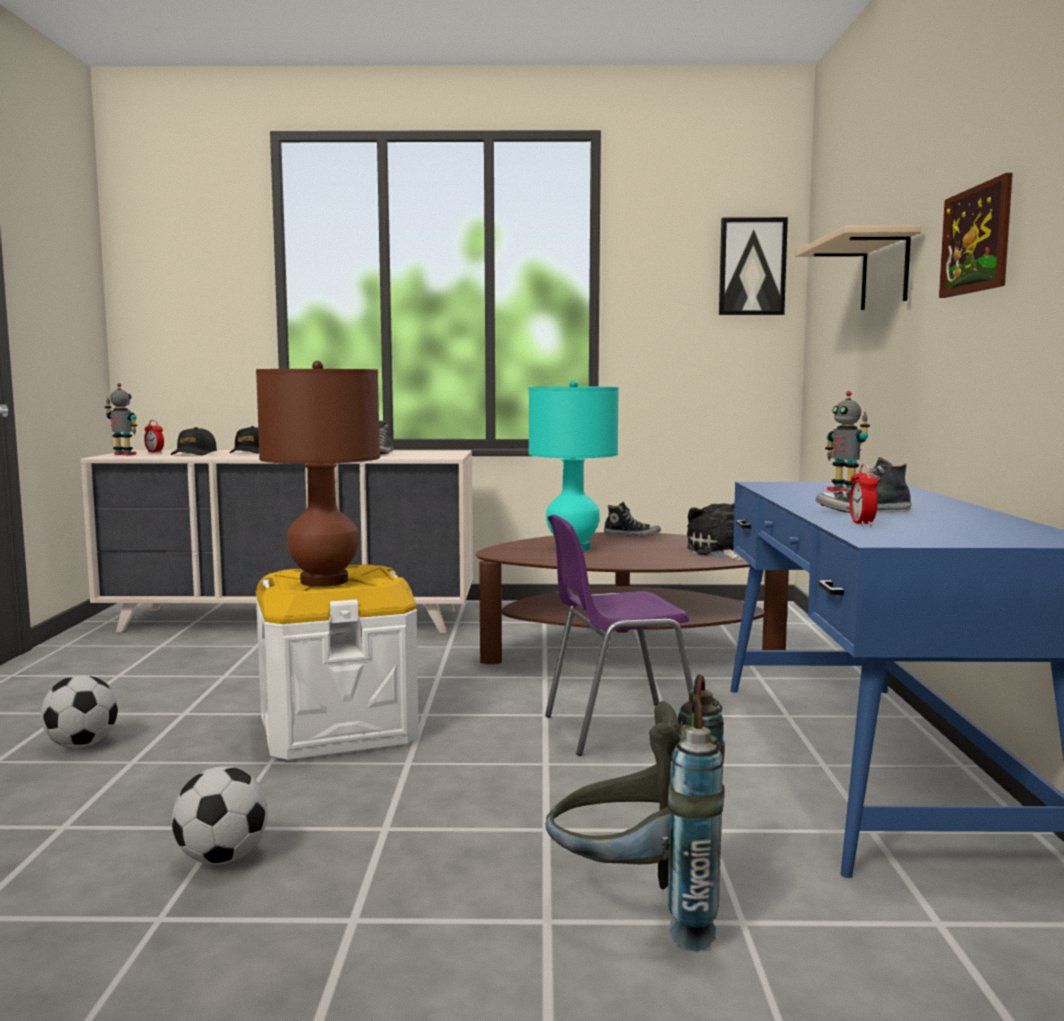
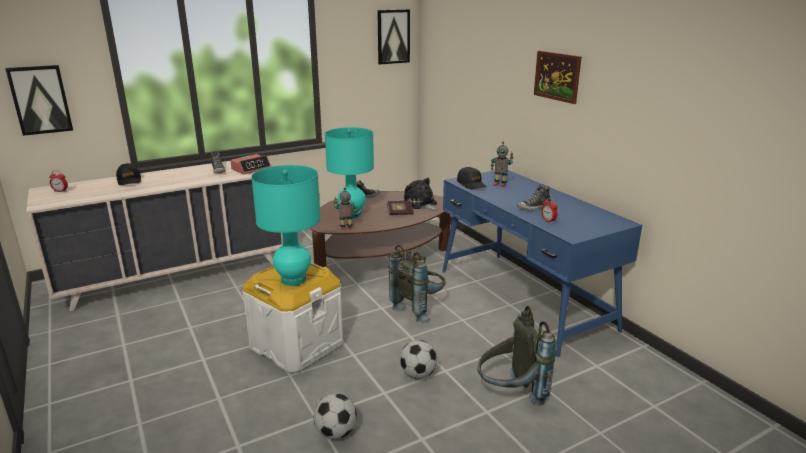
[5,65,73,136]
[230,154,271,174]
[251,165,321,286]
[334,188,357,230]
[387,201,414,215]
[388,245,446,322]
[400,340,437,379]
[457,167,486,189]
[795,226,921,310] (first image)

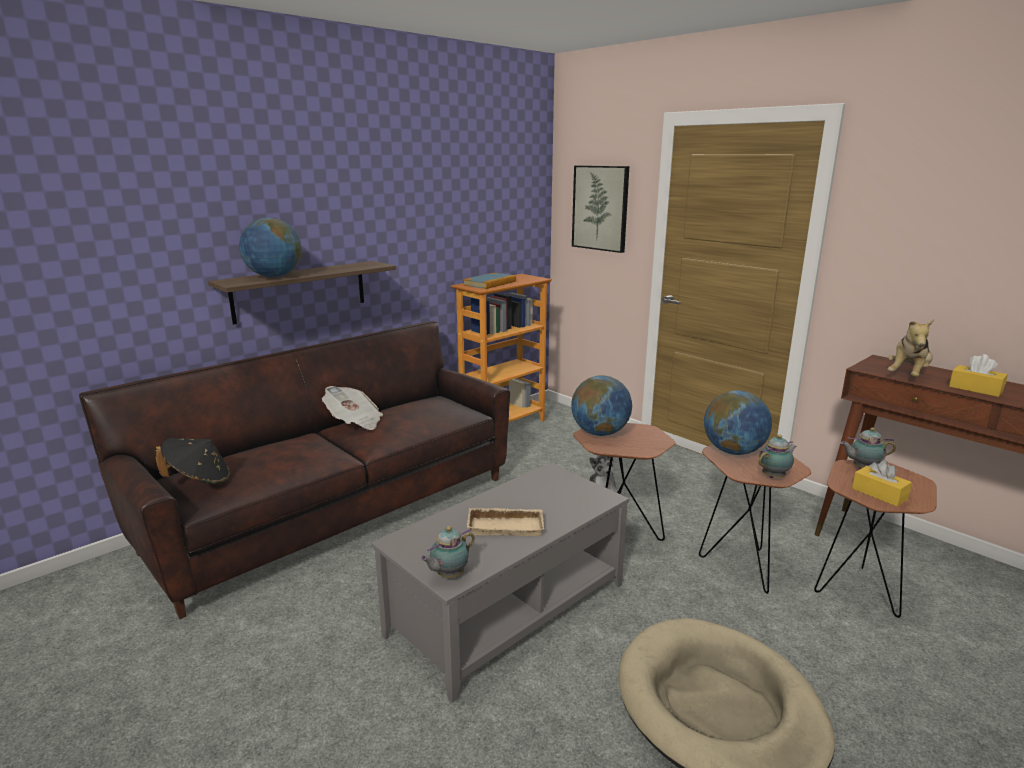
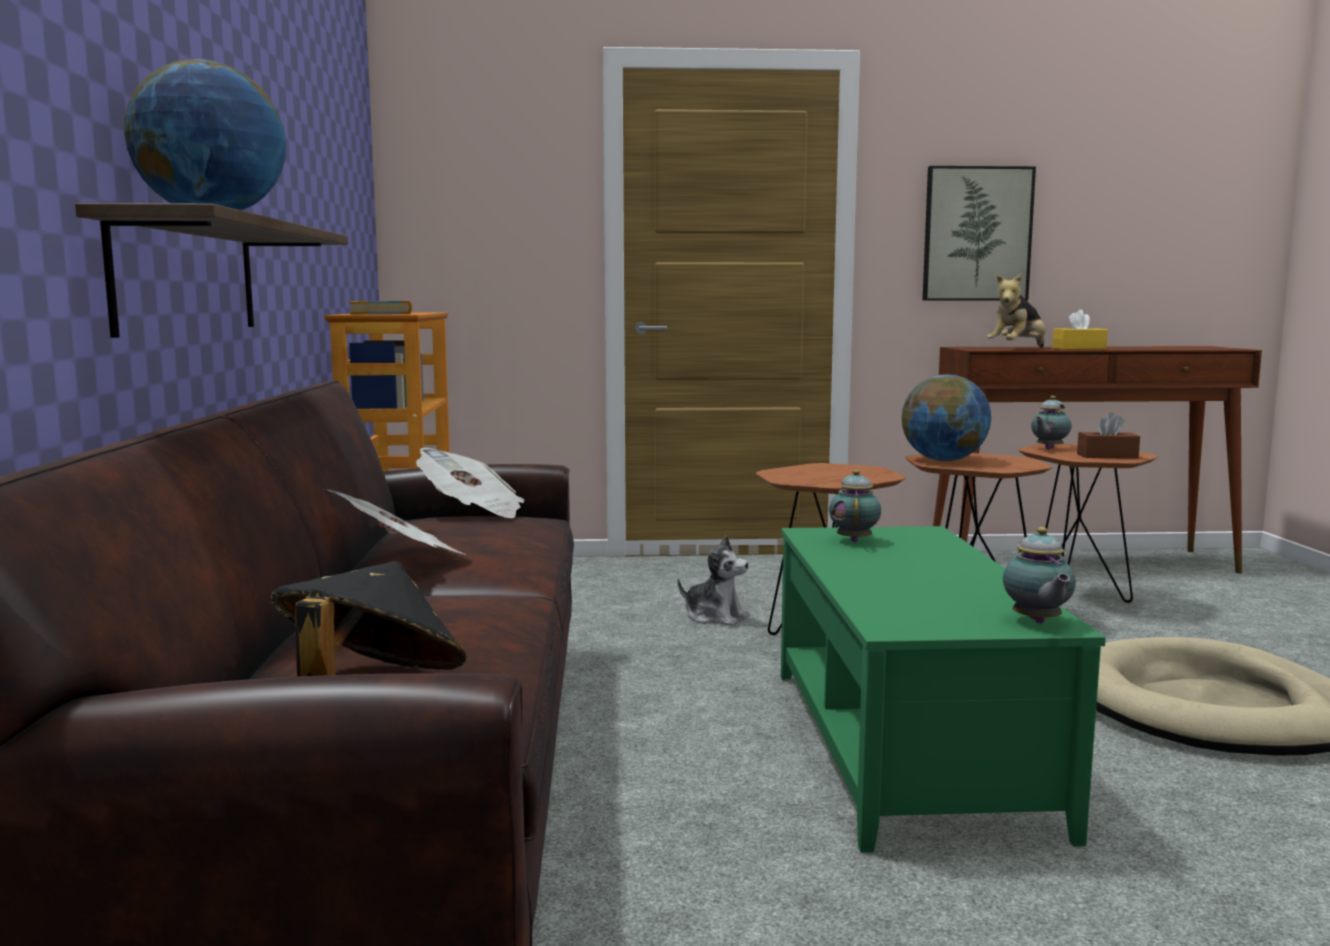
[416,448,524,518]
[781,526,1106,853]
[829,470,881,542]
[922,166,1036,301]
[986,273,1046,348]
[1077,413,1140,459]
[467,508,544,536] (first image)
[571,375,632,436] (first image)

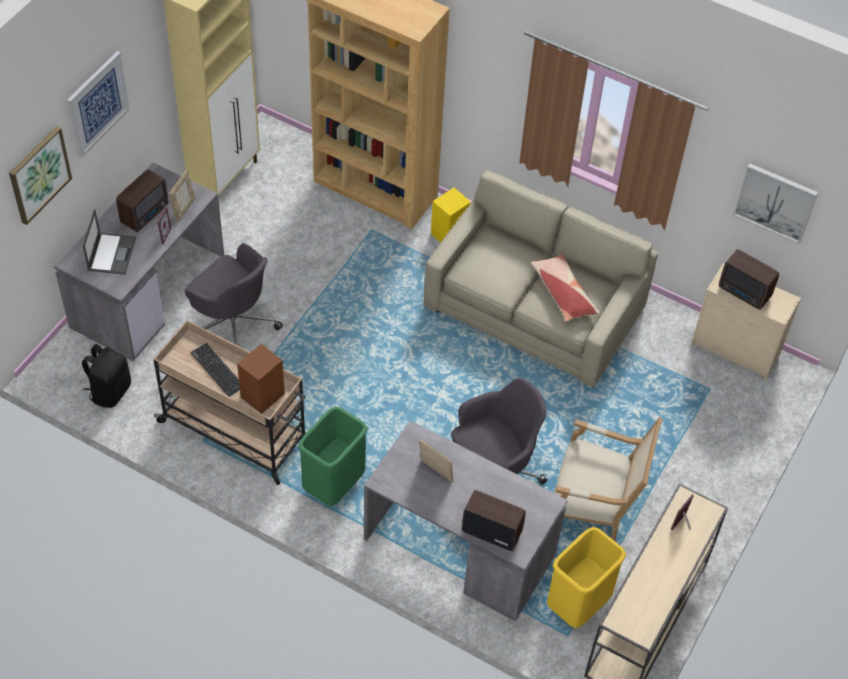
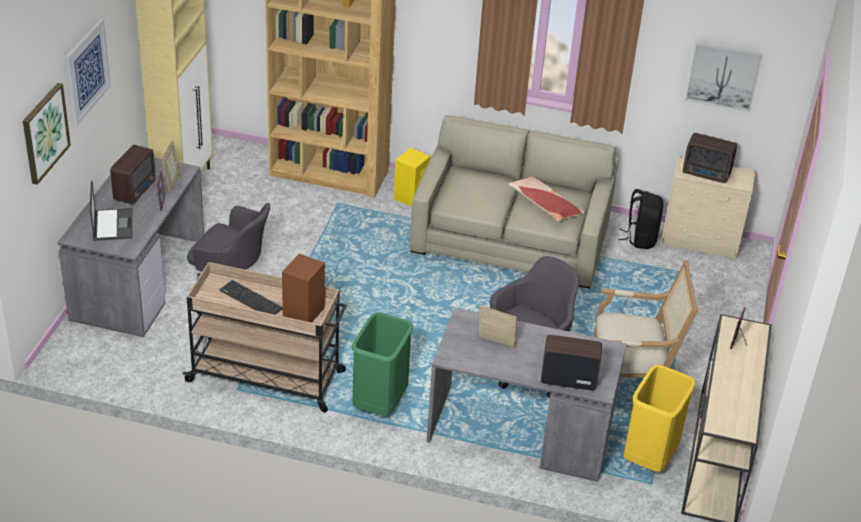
[618,189,663,249]

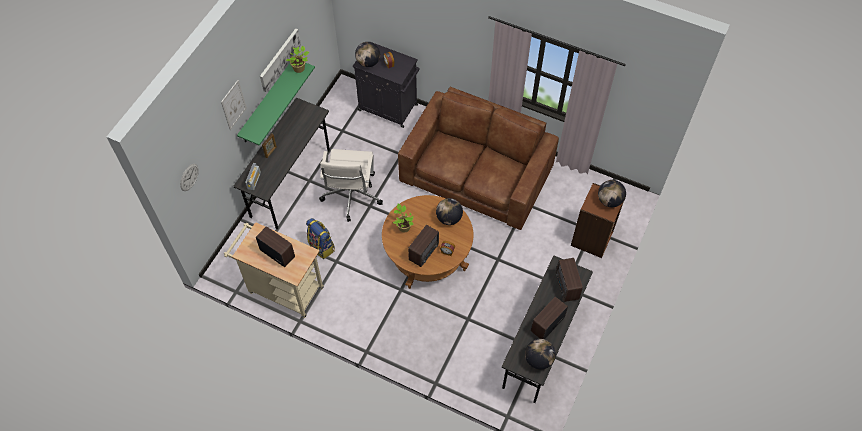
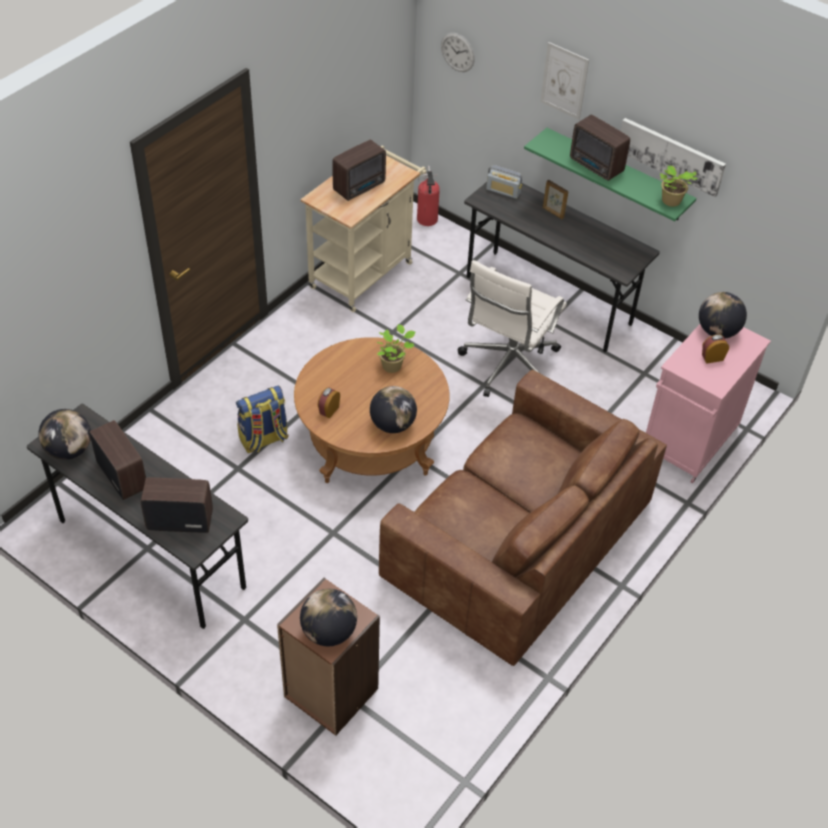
[236,386,289,453]
[417,166,440,226]
[458,260,567,397]
[570,115,630,181]
[646,324,771,484]

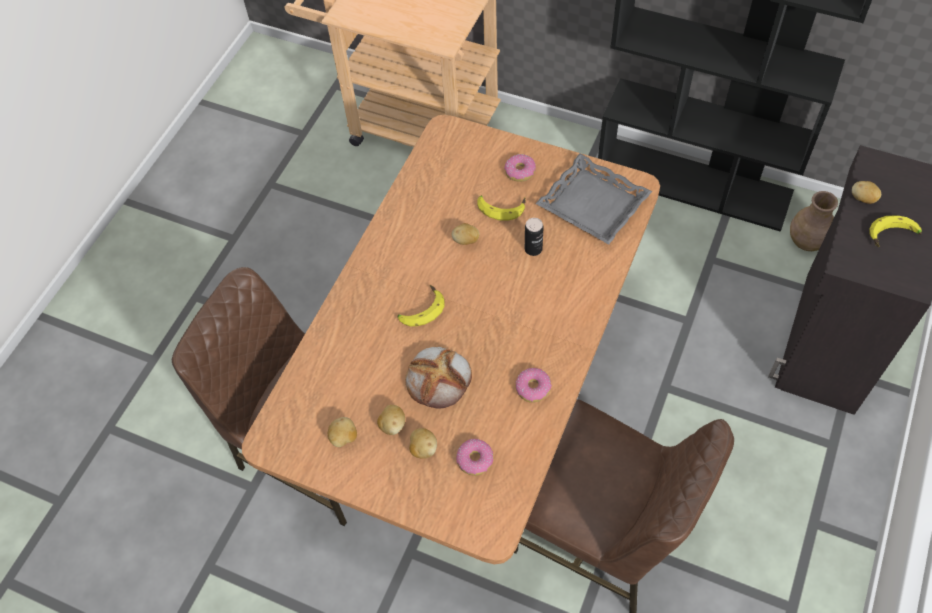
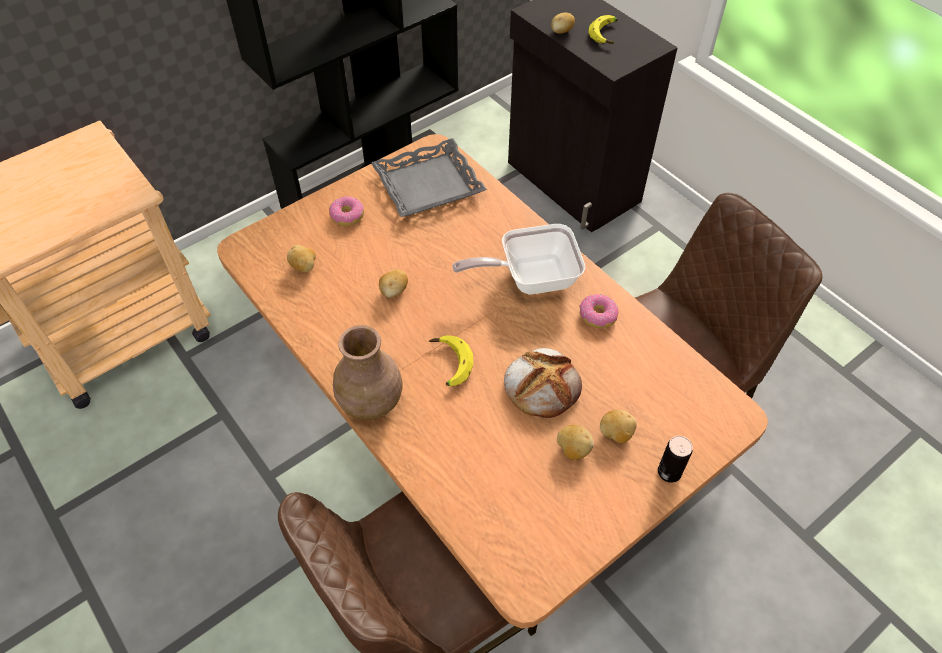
[287,245,316,273]
[333,325,403,420]
[452,224,585,294]
[658,436,693,483]
[456,439,493,476] (first image)
[477,195,526,221] (first image)

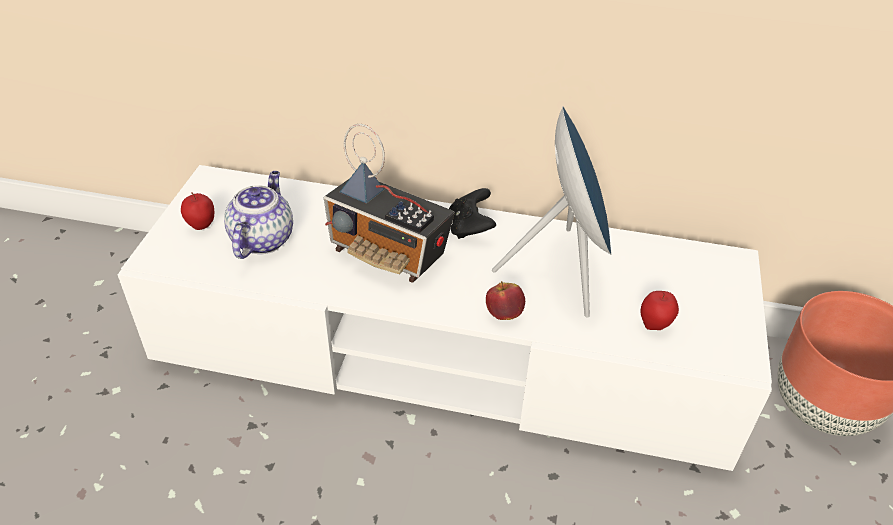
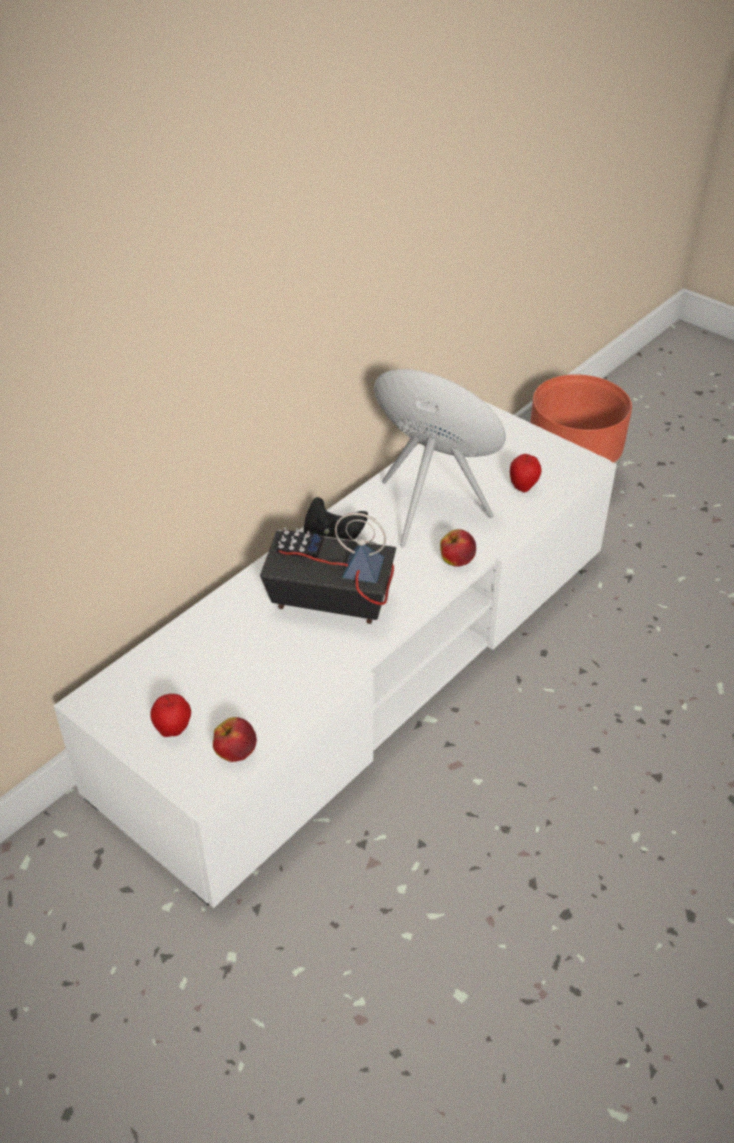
[213,717,257,762]
[260,513,396,624]
[224,171,293,259] (first image)

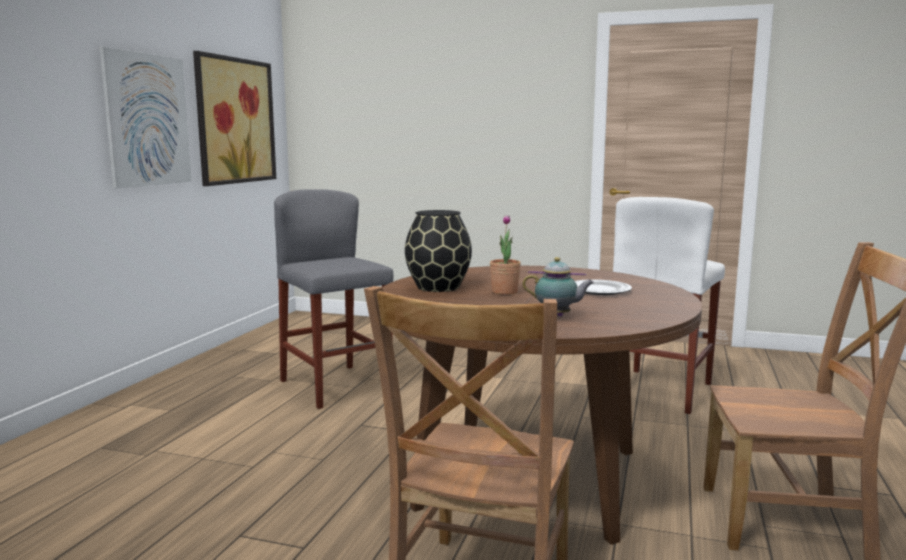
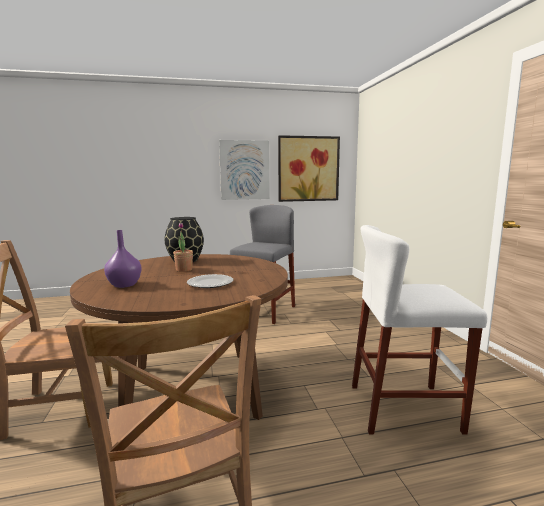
[104,230,142,288]

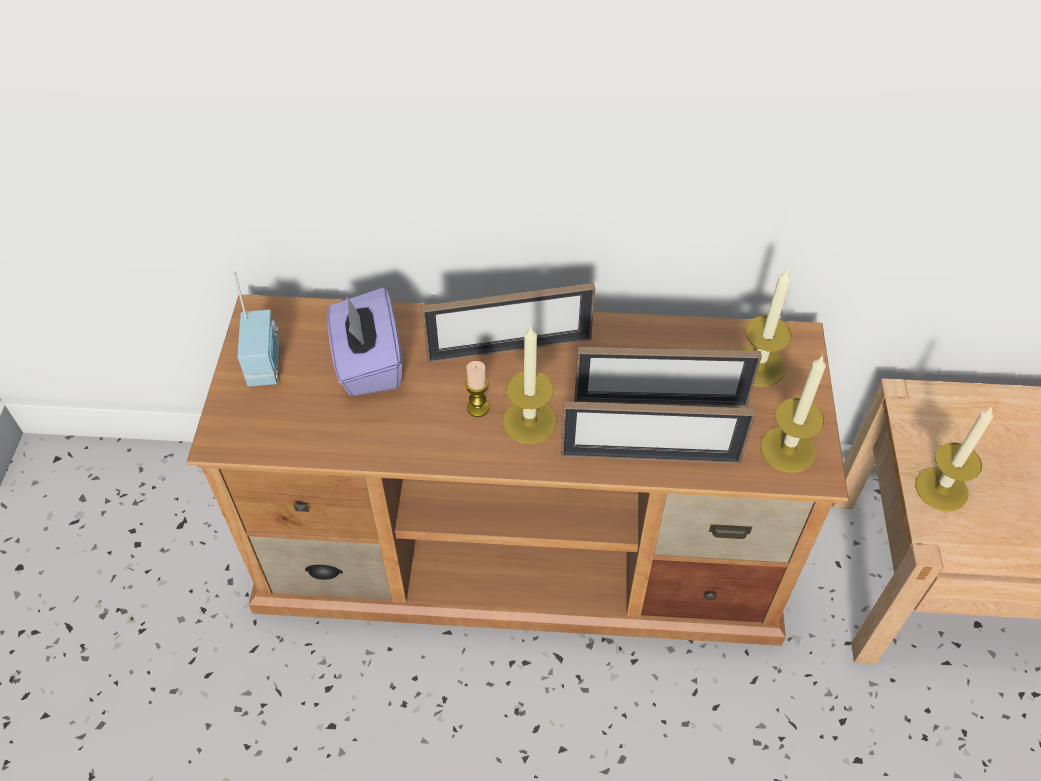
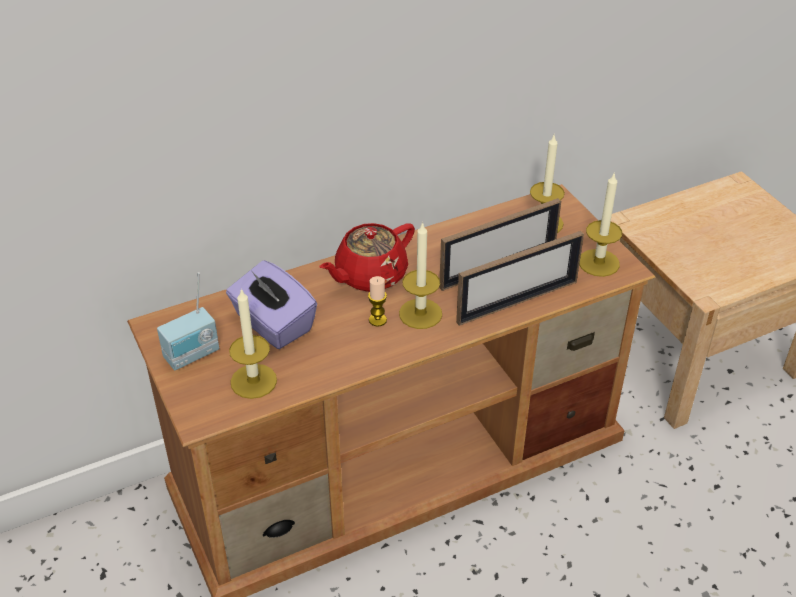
[157,272,219,370]
[229,288,277,399]
[319,223,415,292]

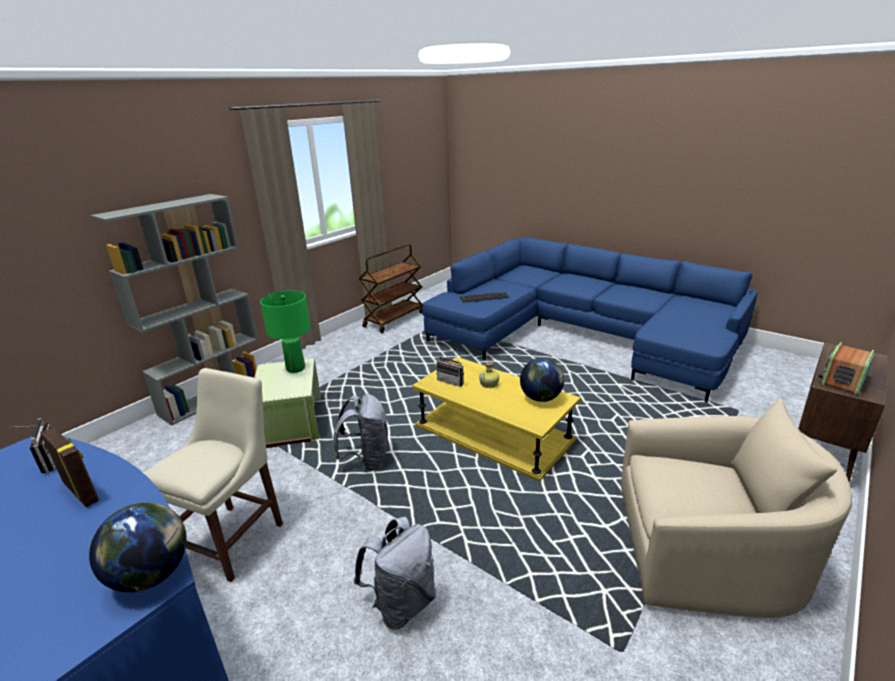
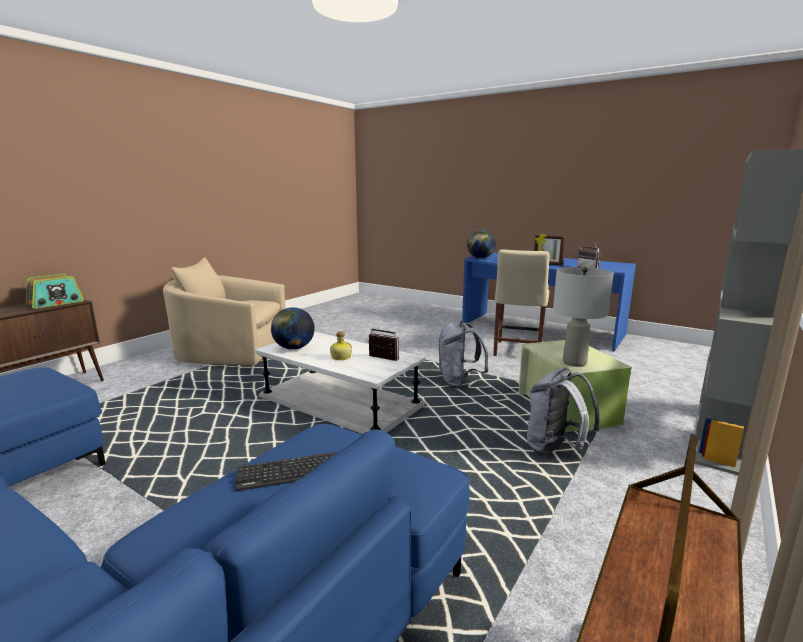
[255,332,425,434]
[527,368,600,455]
[553,267,614,367]

